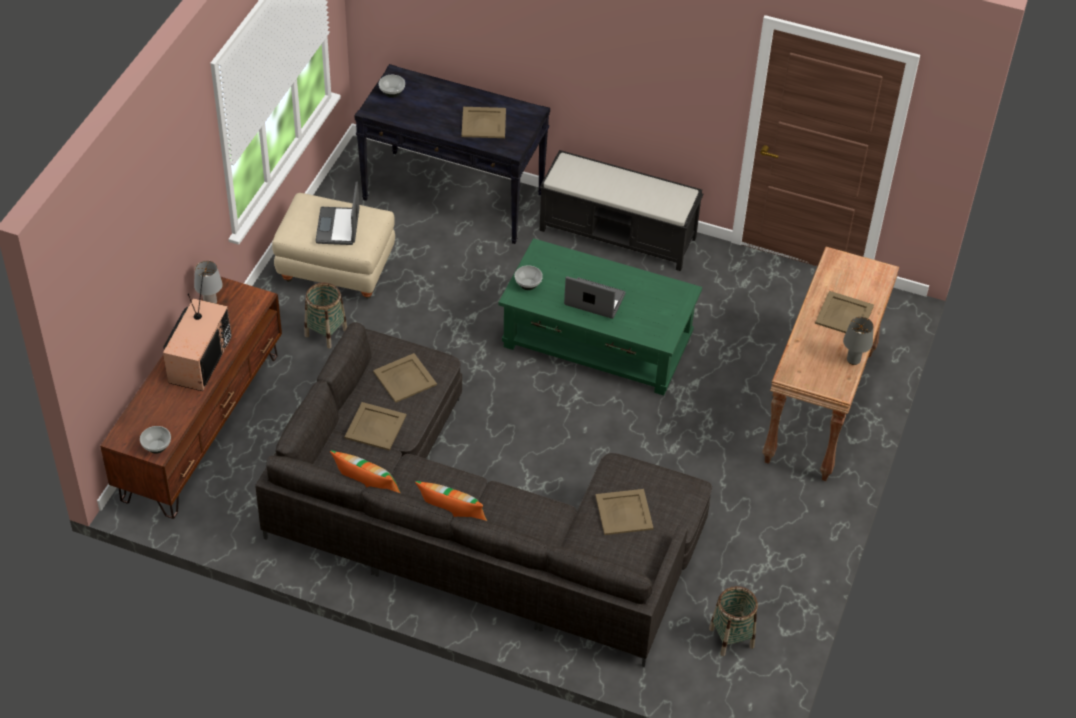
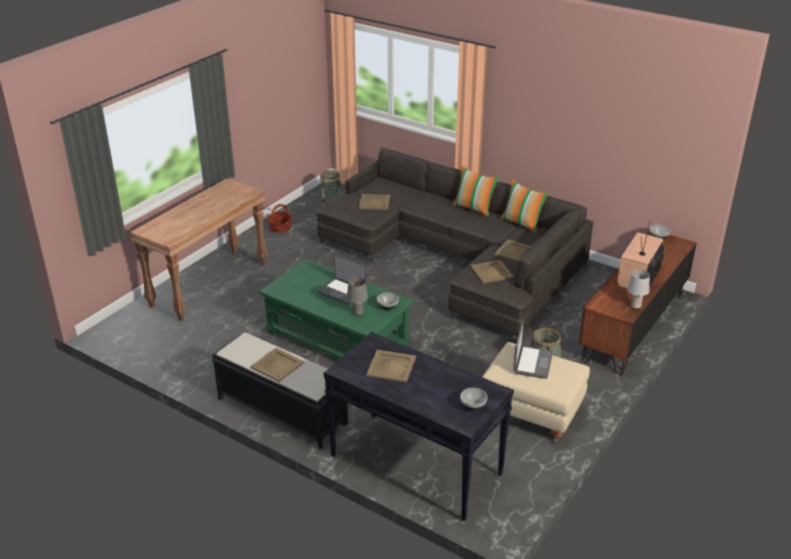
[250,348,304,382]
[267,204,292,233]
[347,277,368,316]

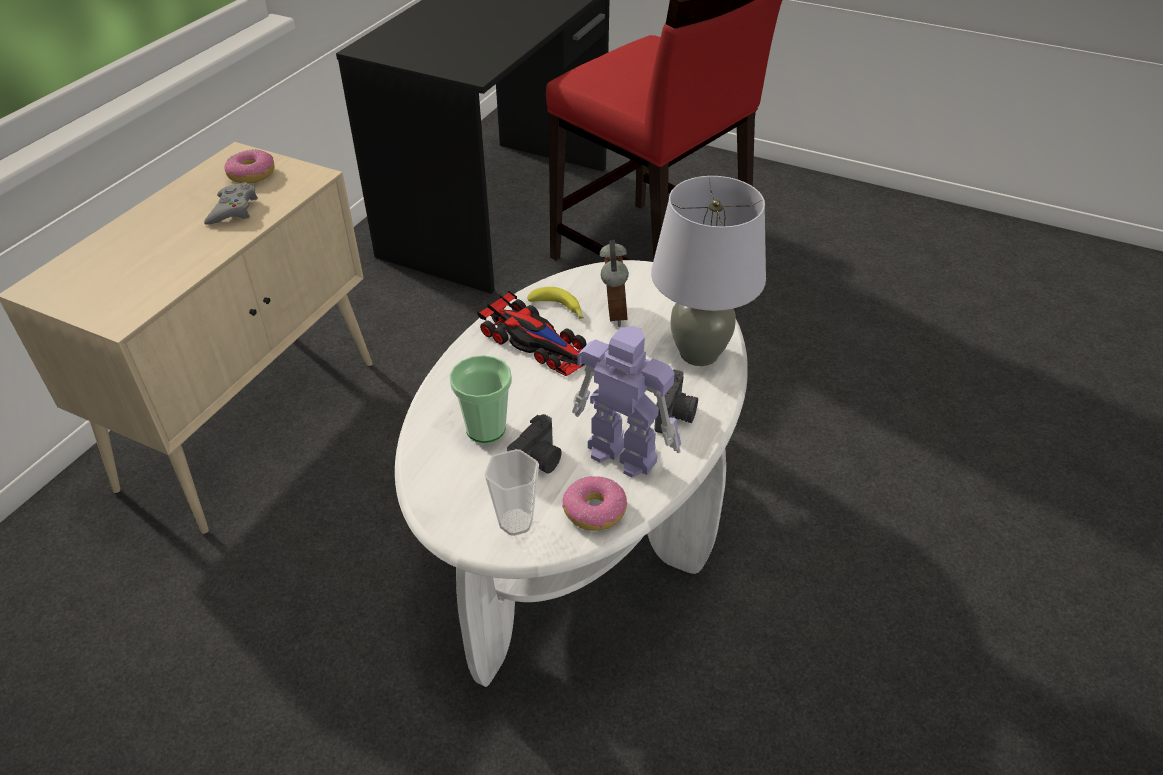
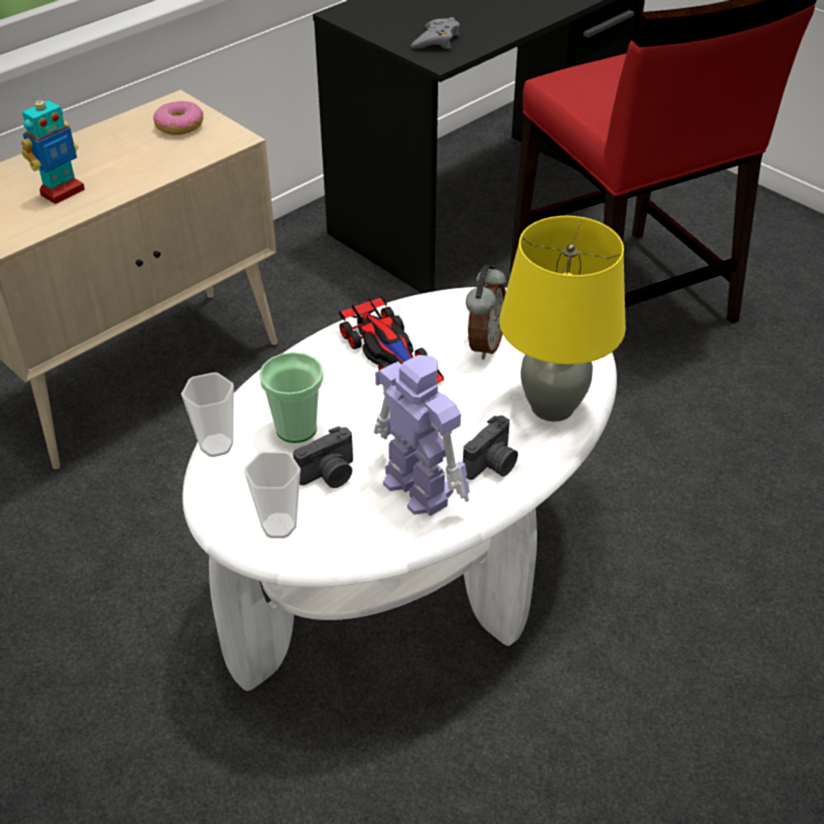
[21,91,85,204]
[181,372,234,457]
[411,17,460,49]
[499,216,626,422]
[527,287,584,319] (first image)
[563,476,627,531] (first image)

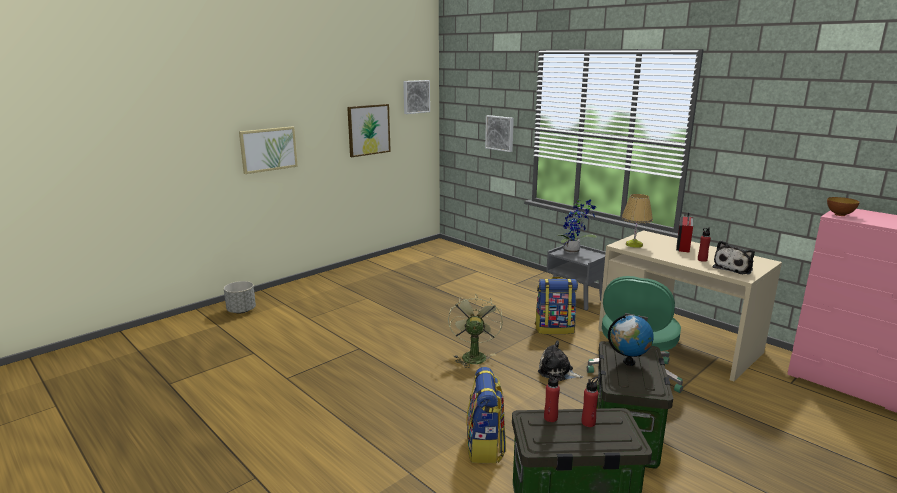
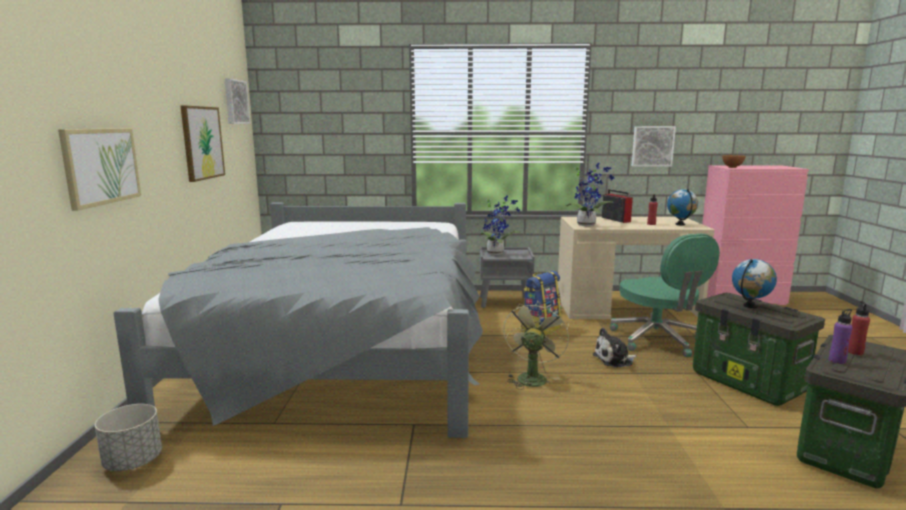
[113,203,483,438]
[503,300,569,390]
[566,163,614,226]
[632,126,676,166]
[667,189,698,225]
[829,309,853,364]
[466,367,506,463] (first image)

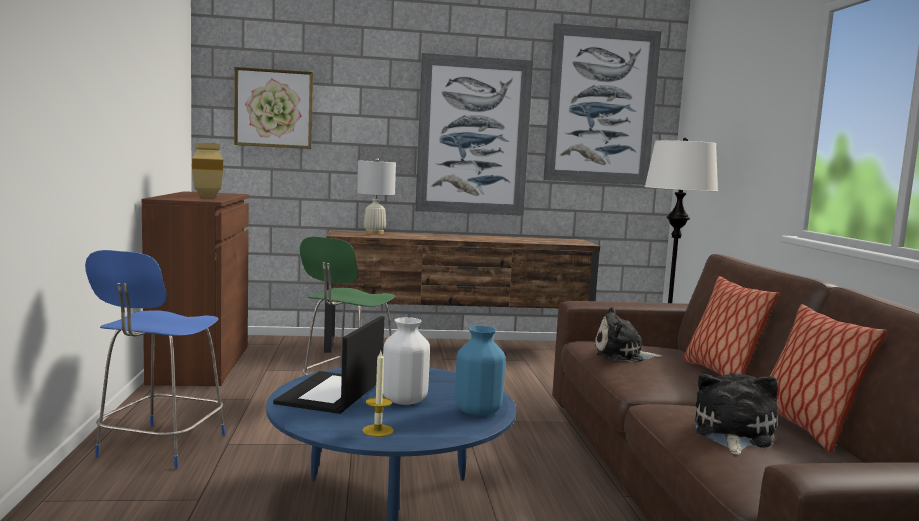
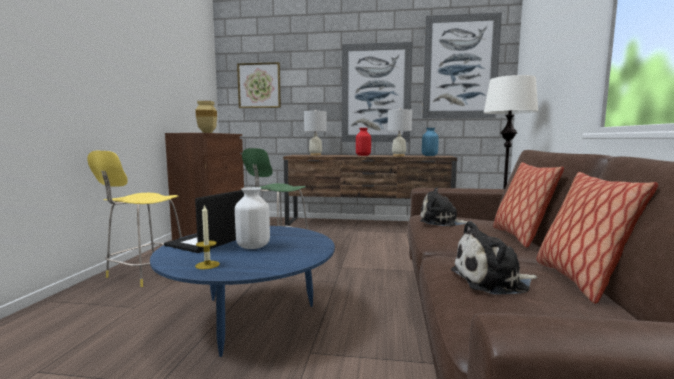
[87,151,182,287]
[356,128,371,156]
[388,108,412,156]
[422,128,439,156]
[451,221,537,295]

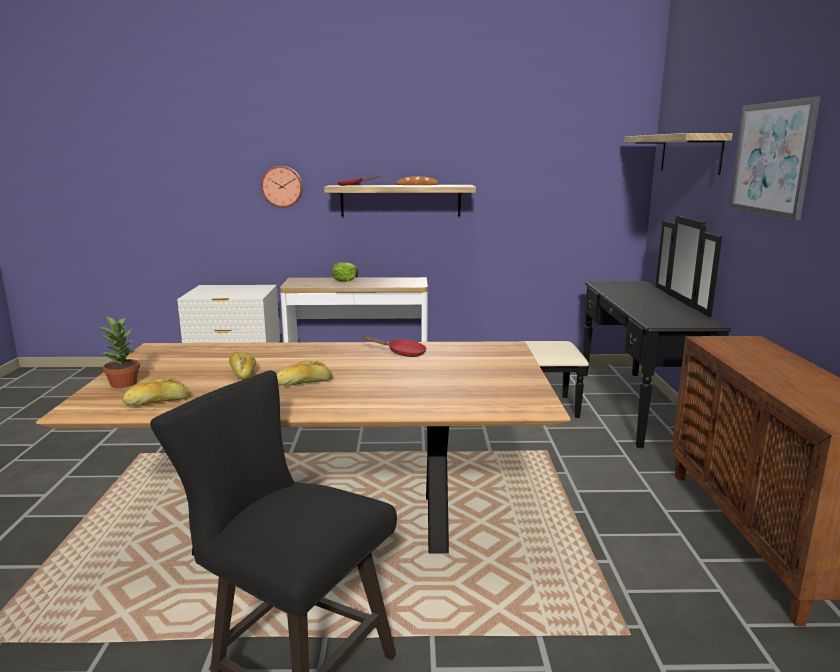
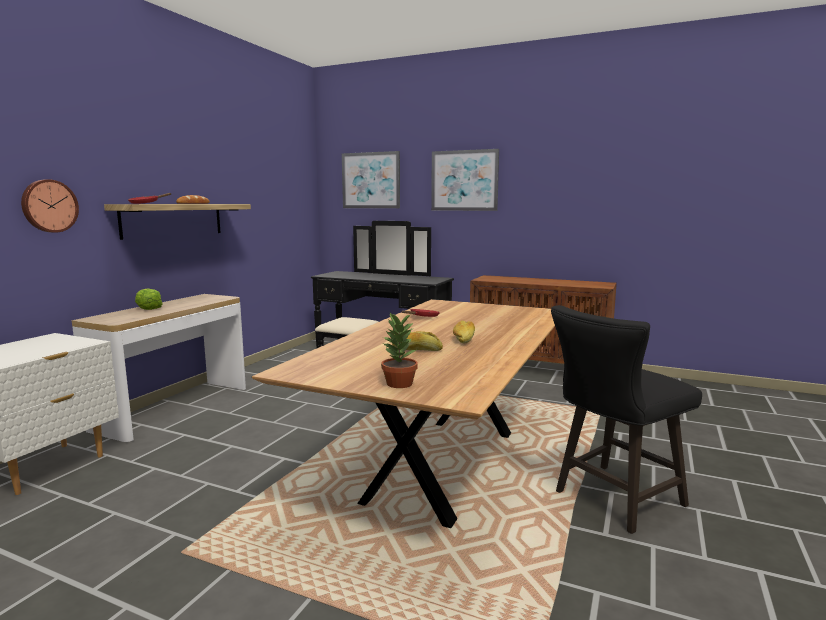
[342,151,400,208]
[122,378,190,406] (first image)

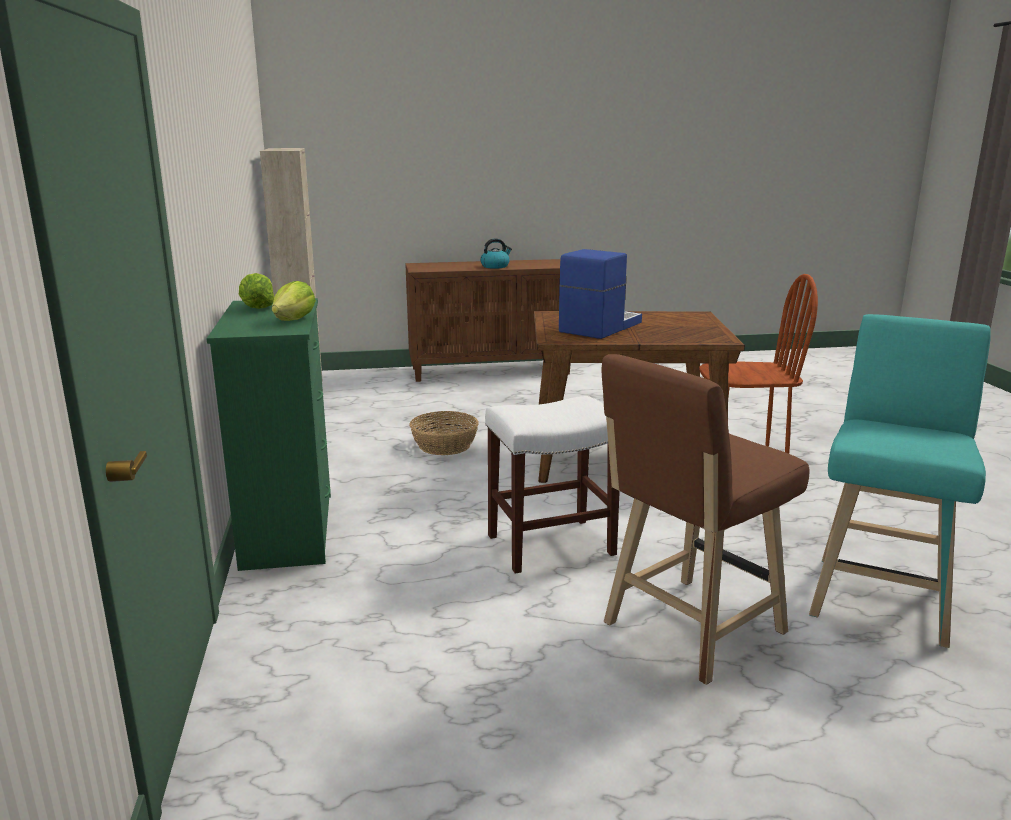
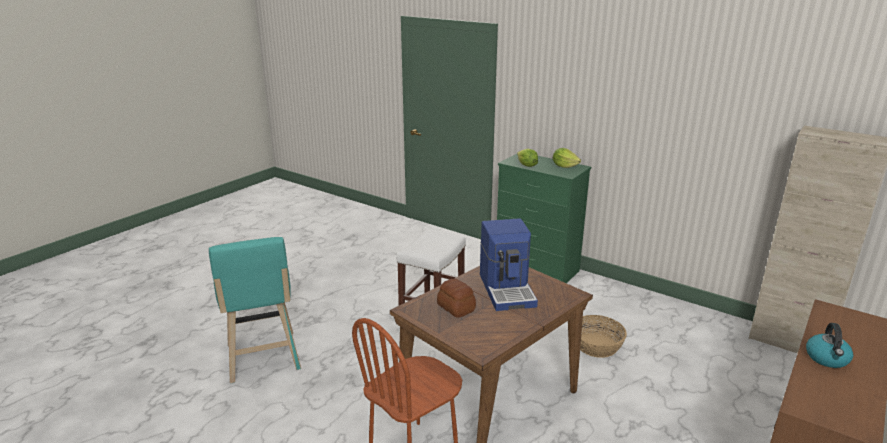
[437,279,476,318]
[602,354,809,685] (first image)

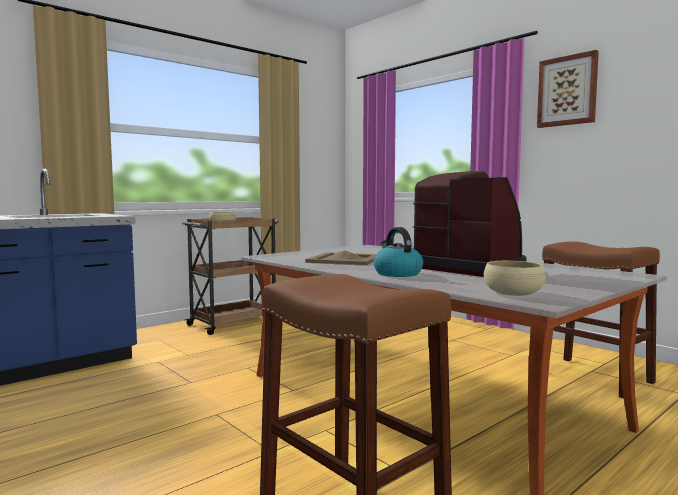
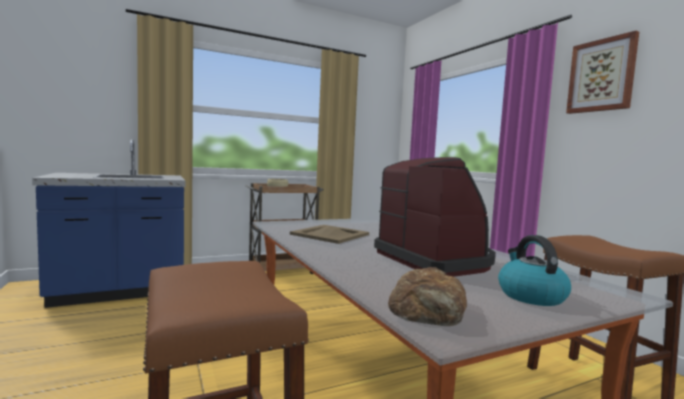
[388,267,467,326]
[498,235,571,306]

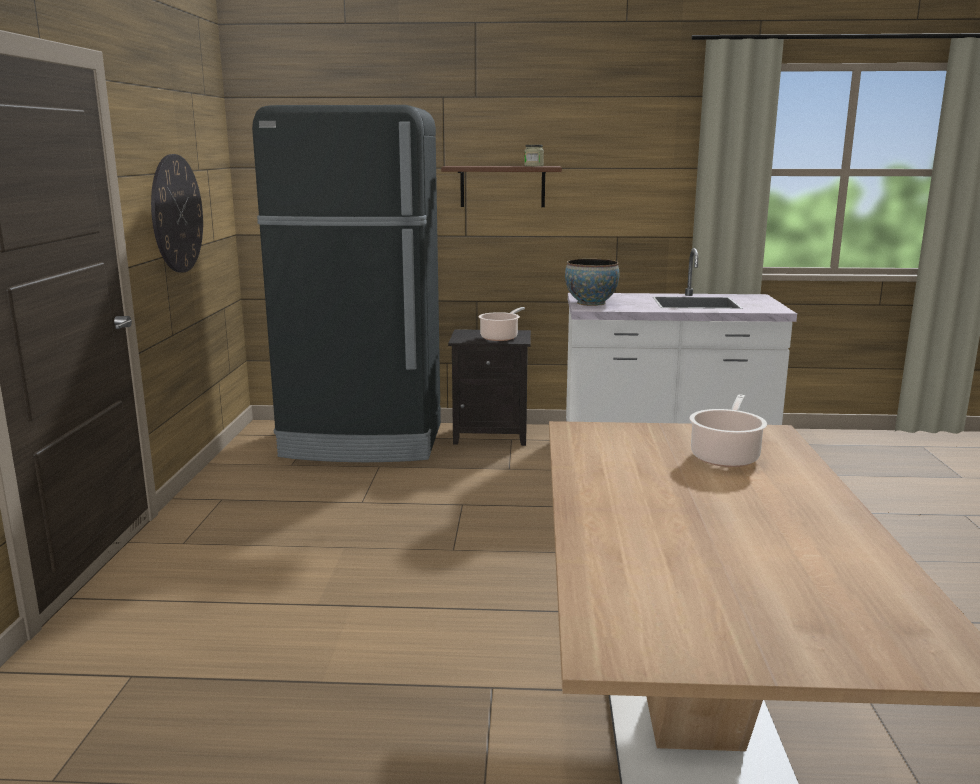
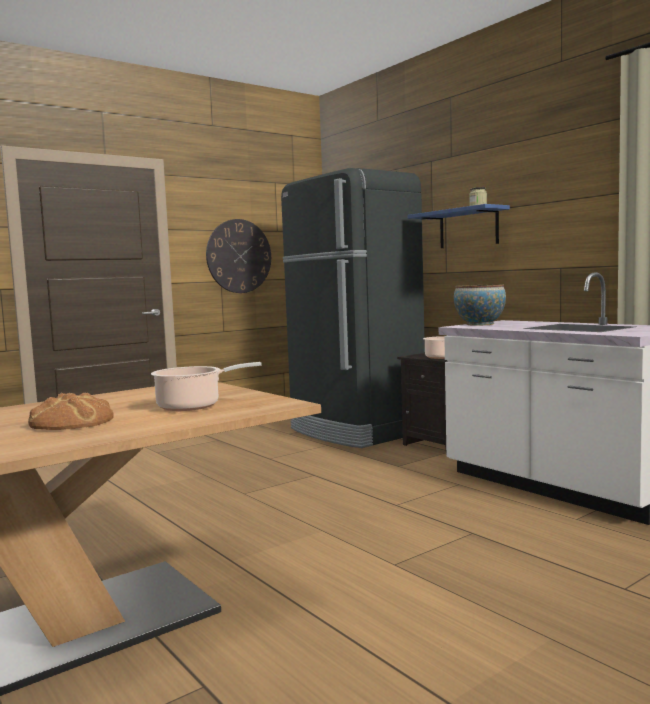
[28,393,114,430]
[407,204,510,248]

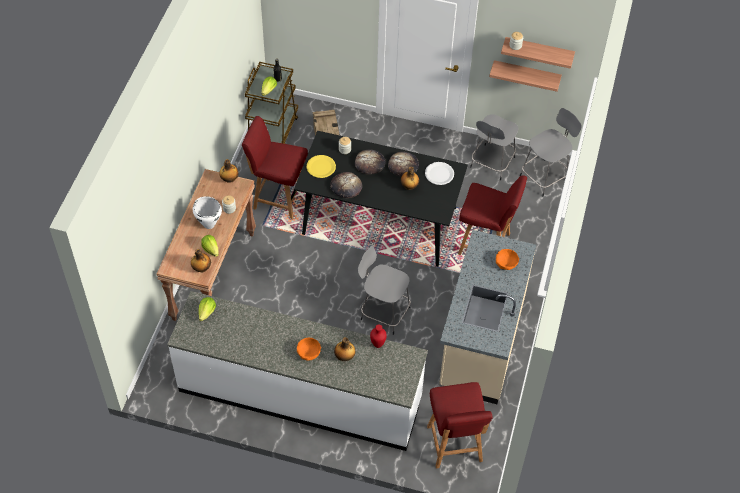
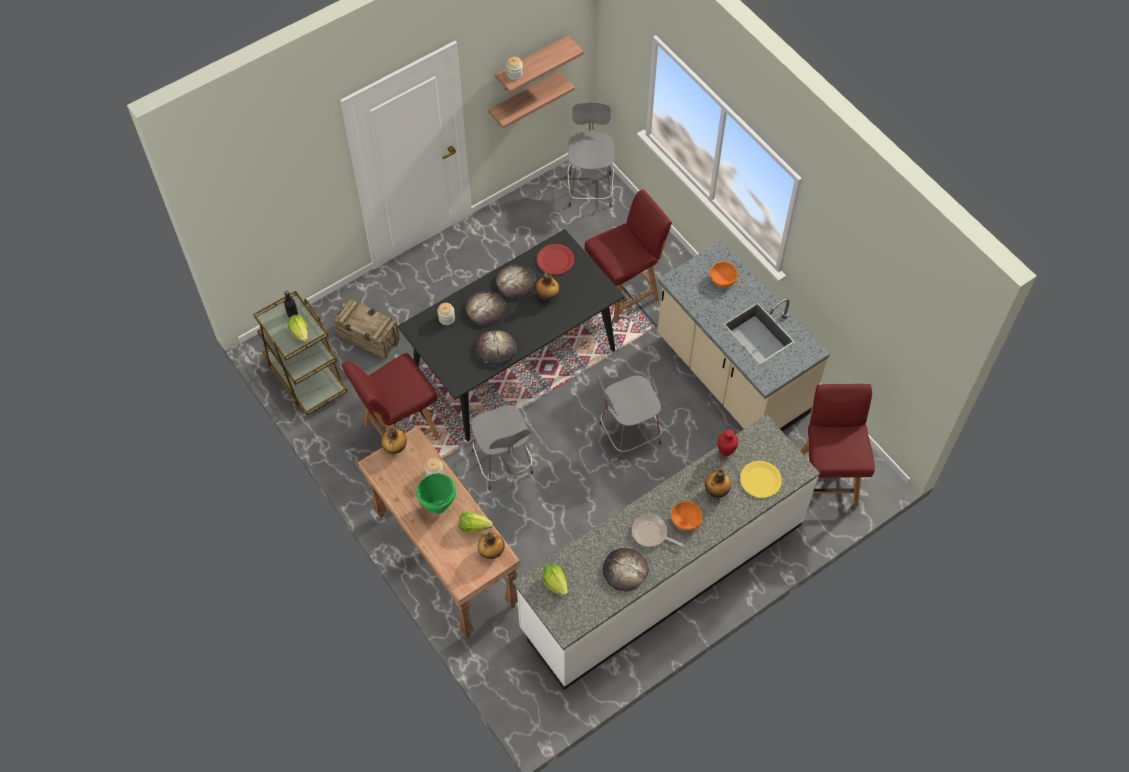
[416,474,456,514]
[471,405,533,490]
[537,244,574,275]
[603,548,649,592]
[632,514,684,547]
[740,461,782,498]
[800,384,875,507]

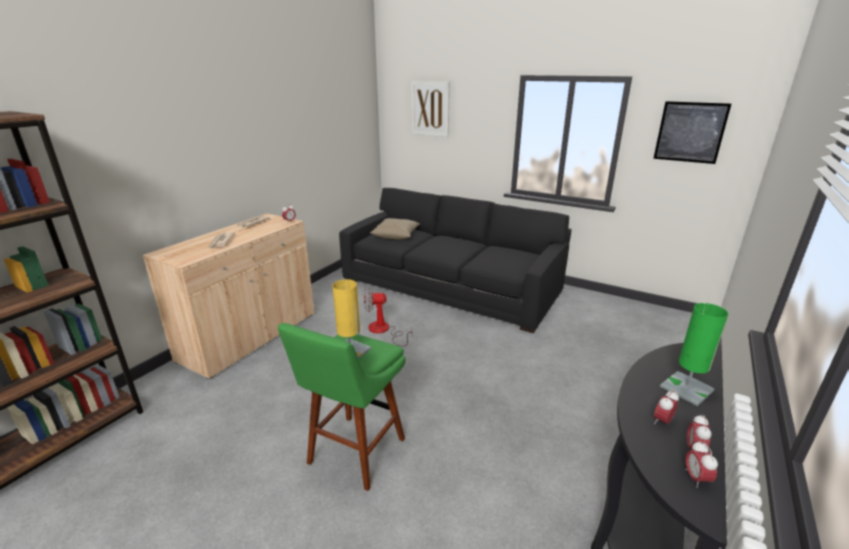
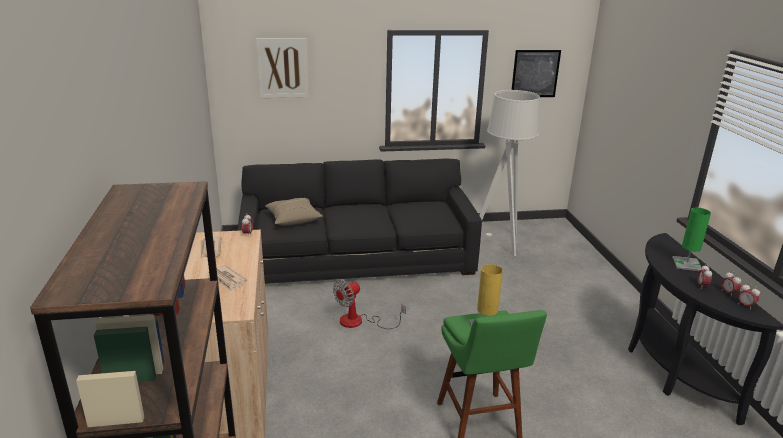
[479,90,540,256]

